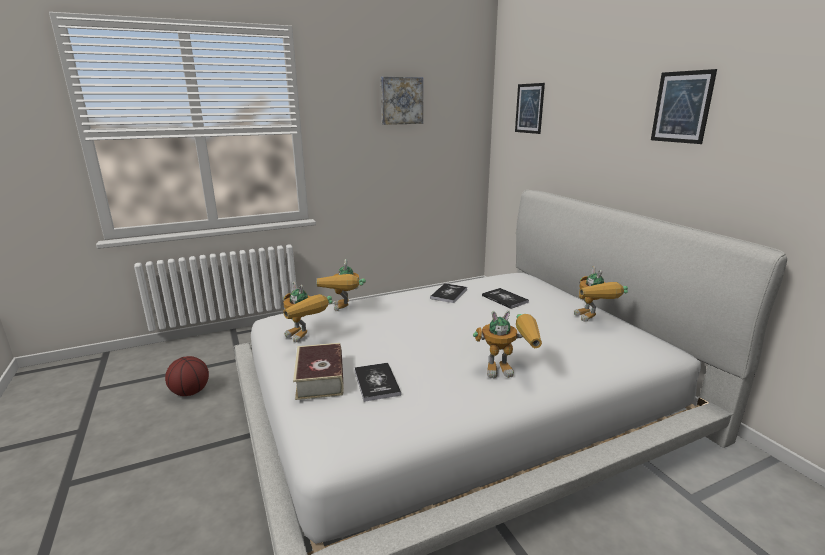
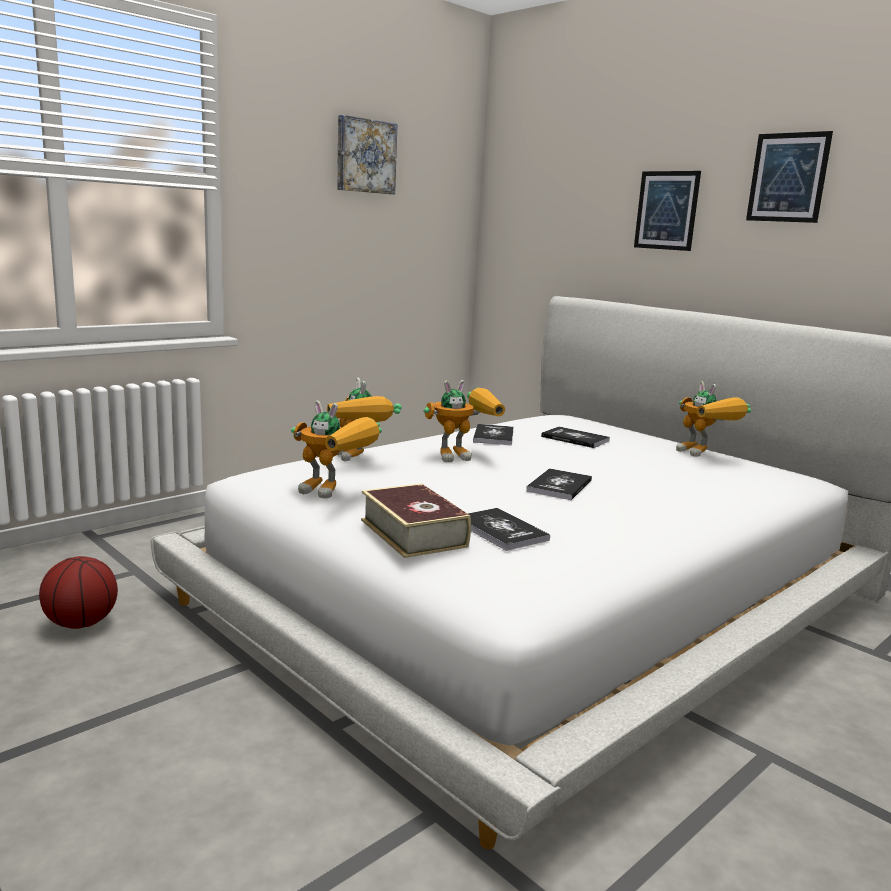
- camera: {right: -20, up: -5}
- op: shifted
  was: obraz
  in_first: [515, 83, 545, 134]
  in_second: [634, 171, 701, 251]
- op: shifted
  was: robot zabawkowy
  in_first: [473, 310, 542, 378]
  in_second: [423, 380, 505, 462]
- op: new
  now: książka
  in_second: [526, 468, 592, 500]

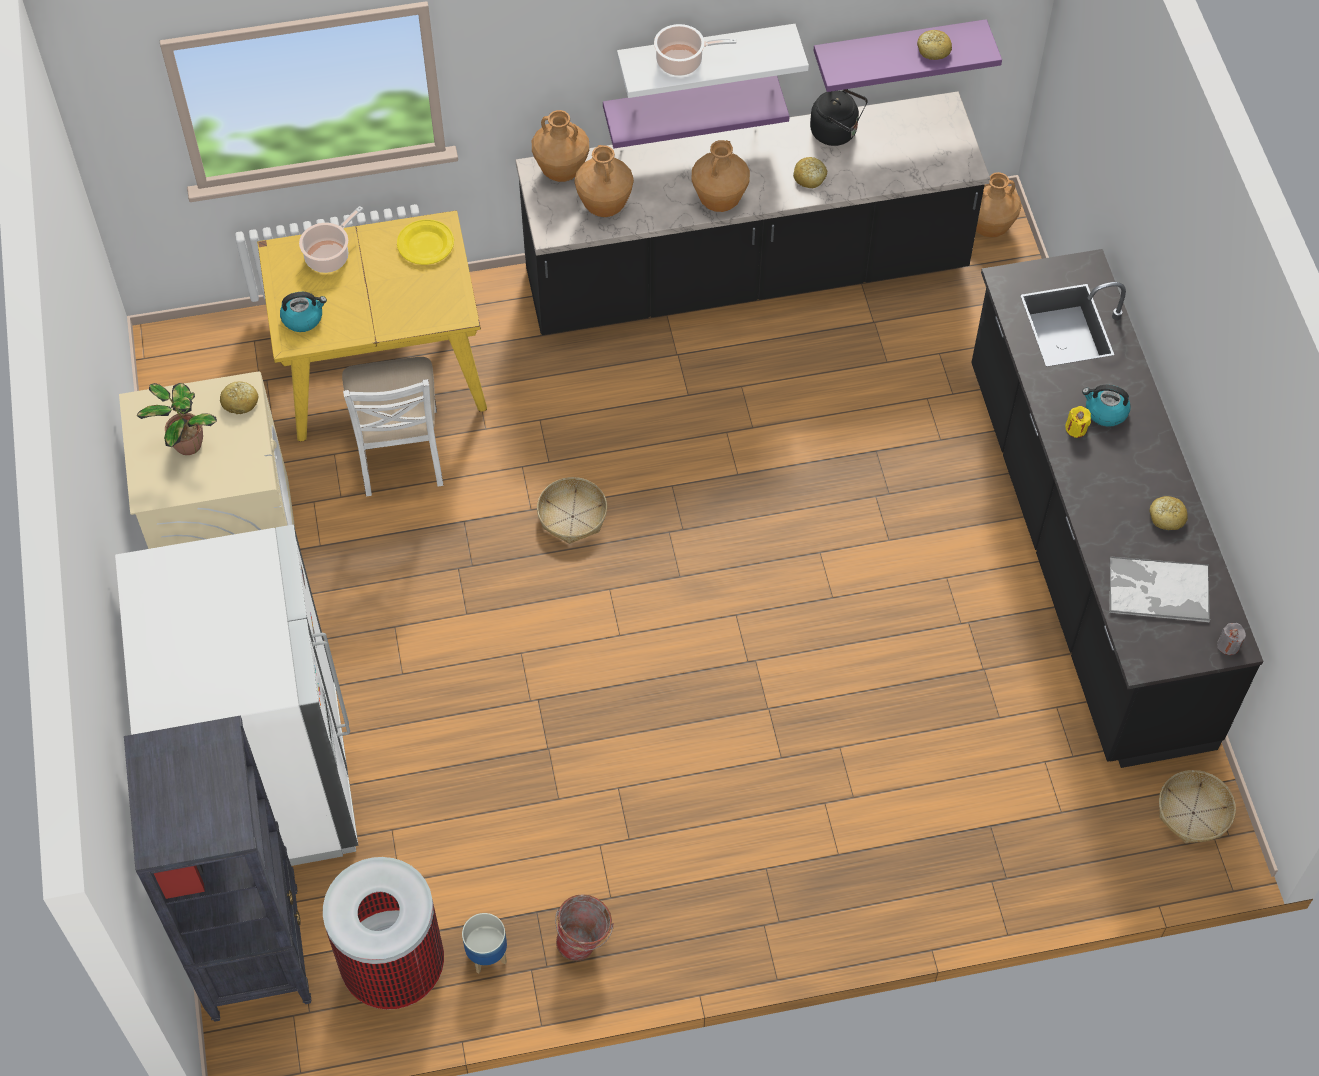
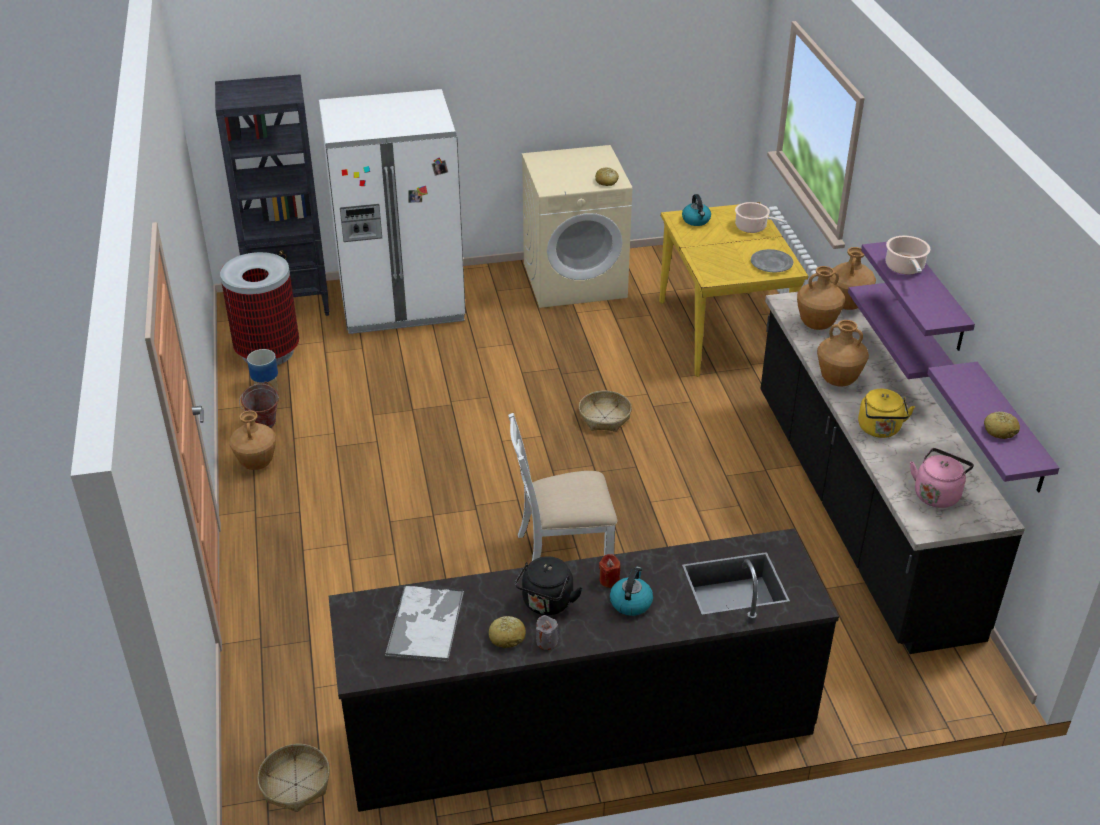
- camera: {right: 90, up: -20}
- op: repainted
  was: półka/biały
  now: półka/fioletowy
  in_first: [617, 24, 809, 98]
  in_second: [861, 242, 975, 351]
- op: shifted
  was: czajnik/czarny
  in_first: [810, 89, 868, 146]
  in_second: [515, 556, 583, 615]
- op: swapped
  was: chleb
  now: czajnik/żółty
  in_first: [793, 157, 827, 188]
  in_second: [858, 389, 915, 438]
- op: shifted
  was: wazon/brązowy
  in_first: [976, 172, 1022, 238]
  in_second: [229, 410, 276, 470]
- op: repainted
  was: talerz/żółty
  now: talerz/szary
  in_first: [397, 219, 454, 265]
  in_second: [751, 249, 793, 272]
- op: shifted
  was: krzesło/biały
  in_first: [342, 357, 443, 496]
  in_second: [508, 413, 617, 561]
- op: gone
  was: roślina doniczkowa
  in_first: [136, 383, 217, 455]
- op: repainted
  was: świeca/żółty
  now: świeca/czerwony
  in_first: [1065, 406, 1091, 438]
  in_second: [599, 554, 620, 588]
- op: shifted
  was: świeca/szary
  in_first: [1217, 623, 1246, 655]
  in_second: [536, 615, 559, 650]
- op: new
  now: czajnik/różowy
  in_second: [910, 448, 974, 508]

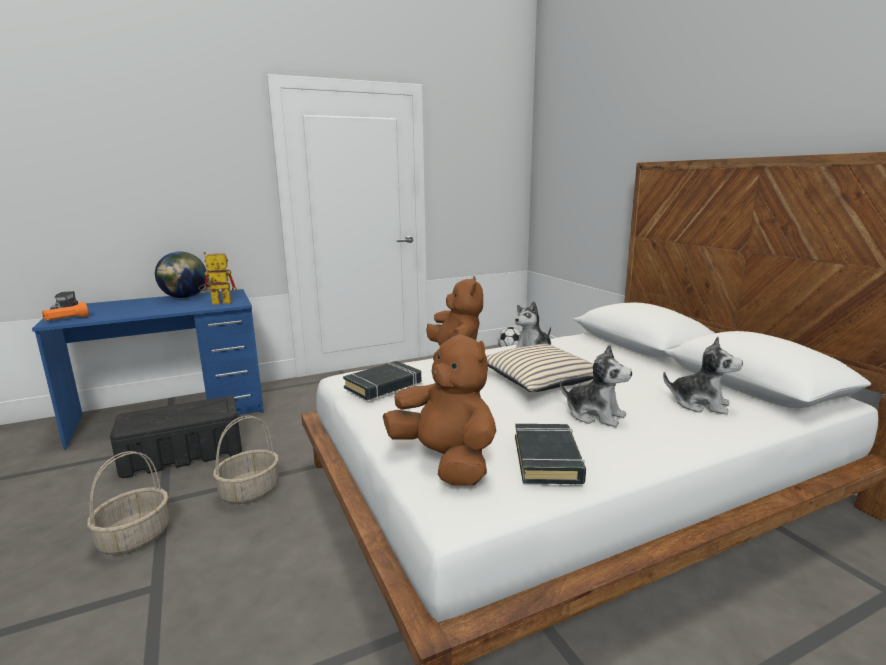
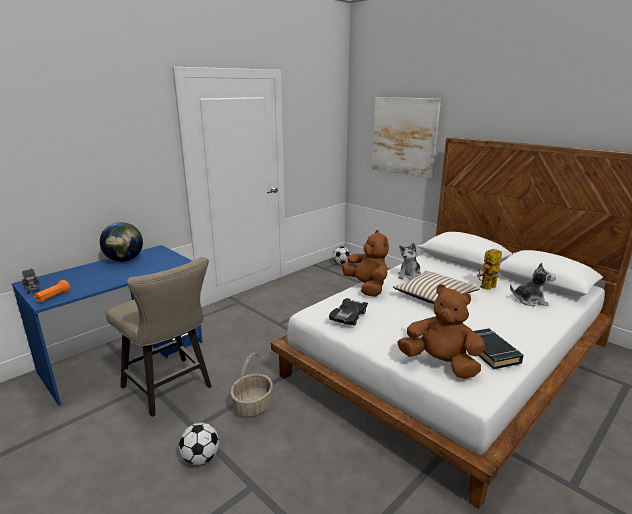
- camera: {right: -20, up: 5}
- op: shifted
  was: robot zabawkowy
  in_first: [198, 252, 237, 304]
  in_second: [477, 249, 502, 290]
- op: gone
  was: pluszak
  in_first: [560, 345, 632, 427]
- op: swapped
  was: książka/czarny
  now: samochodzik/czarny
  in_first: [343, 361, 422, 400]
  in_second: [329, 298, 368, 326]
- op: swapped
  was: pojemnik do przechowywania/czarny
  now: stołek/beżowy
  in_first: [110, 396, 242, 478]
  in_second: [106, 257, 211, 417]
- op: swapped
  was: koszyk
  now: piłka futbolowa
  in_first: [87, 451, 170, 555]
  in_second: [179, 423, 219, 465]
- op: new
  now: obraz
  in_second: [372, 97, 441, 179]

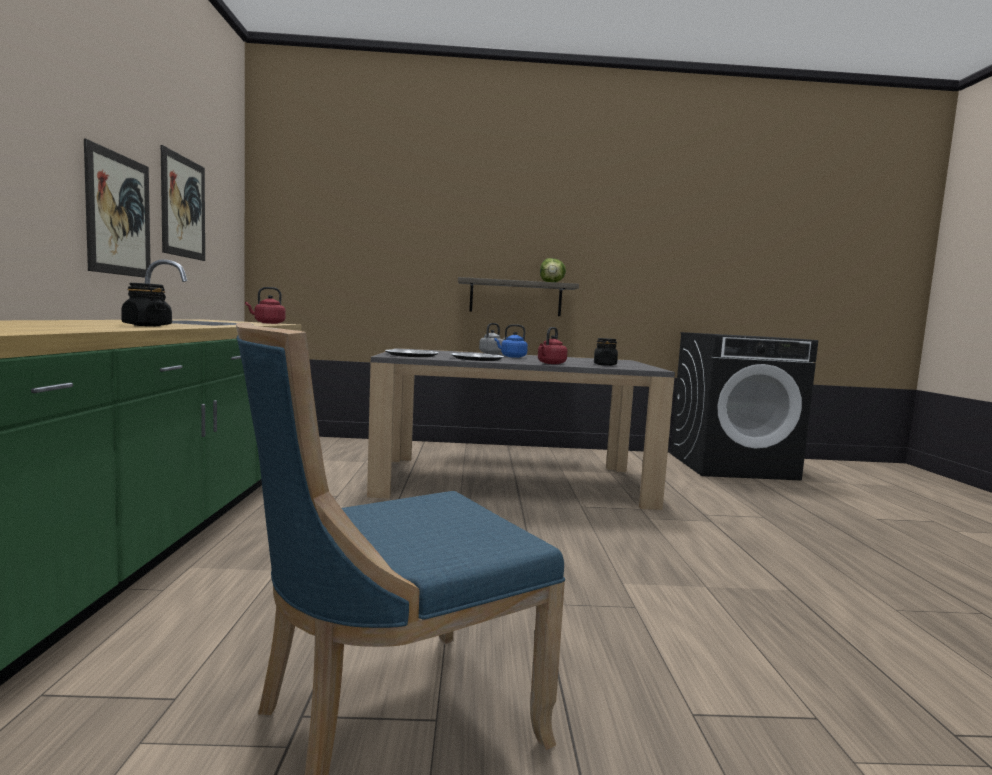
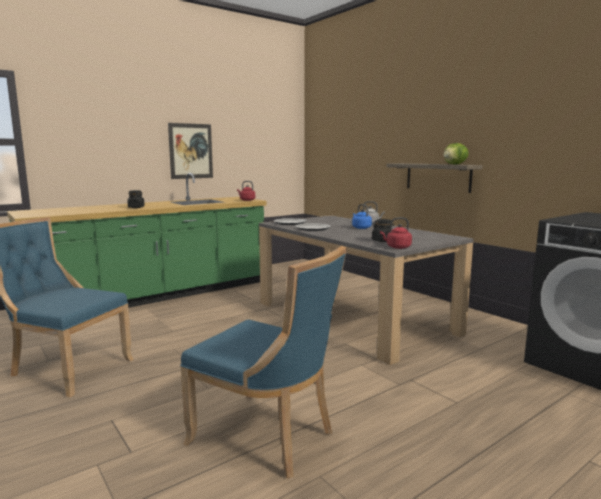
- camera: {right: 55, up: 5}
- op: gone
  was: obraz
  in_first: [161, 145, 205, 261]
- op: shifted
  was: czajnik/czerwony
  in_first: [538, 327, 567, 364]
  in_second: [380, 217, 412, 249]
- op: new
  now: krzesło/niebieski
  in_second: [180, 246, 347, 478]

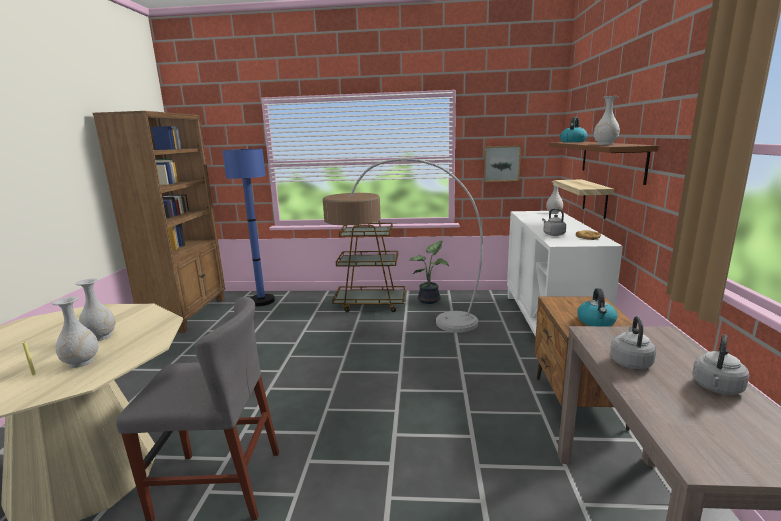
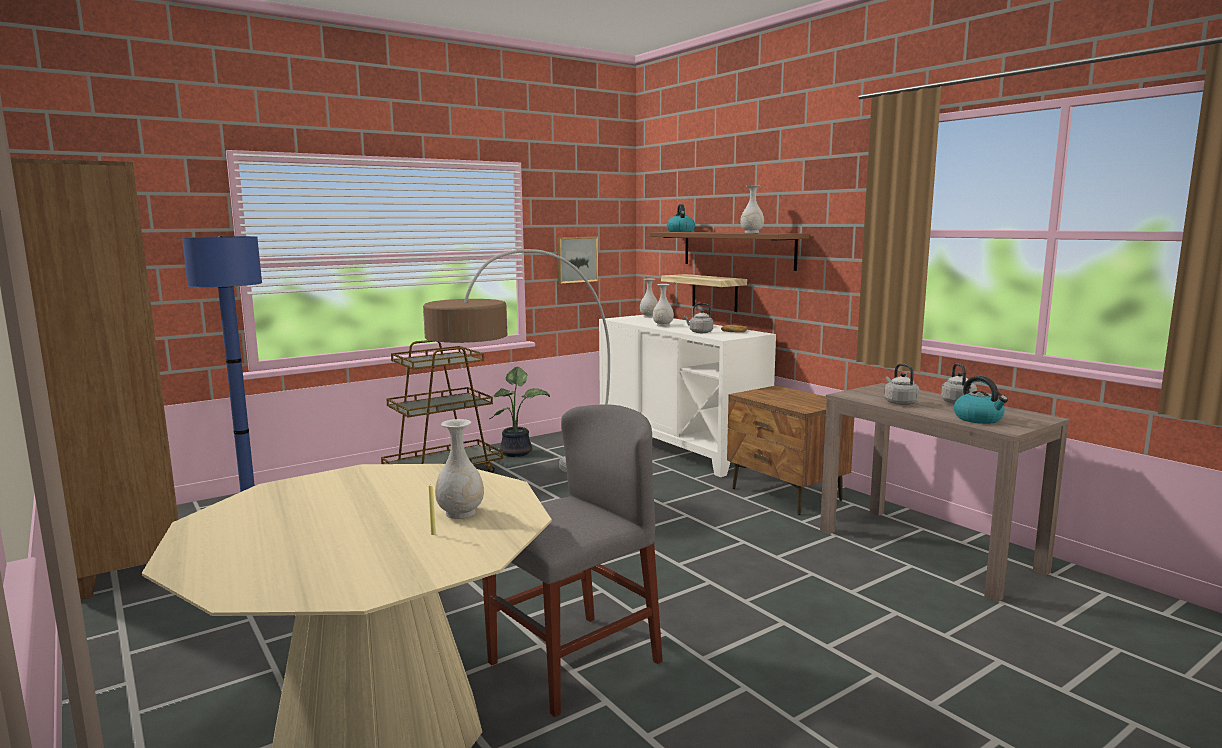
- camera: {right: -40, up: -5}
- op: shifted
  was: wazon/biały
  in_first: [75, 278, 115, 341]
  in_second: [653, 284, 674, 327]
- op: shifted
  was: czajnik
  in_first: [577, 288, 618, 326]
  in_second: [954, 376, 1008, 424]

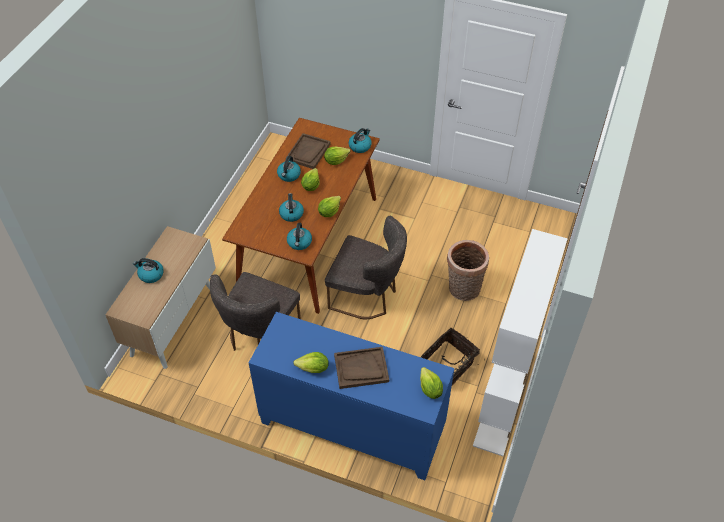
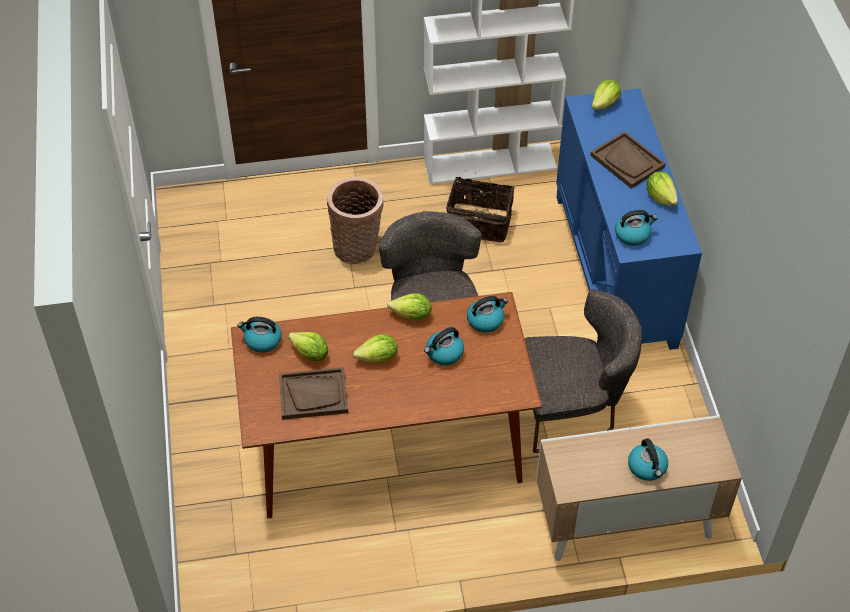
- camera: {right: -120, up: 0}
- op: shifted
  was: czajnik
  in_first: [277, 156, 301, 182]
  in_second: [615, 210, 657, 246]

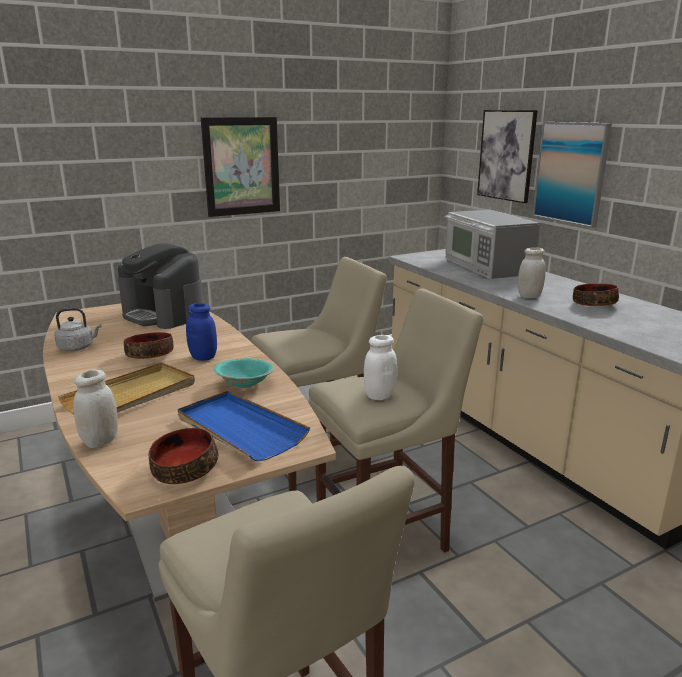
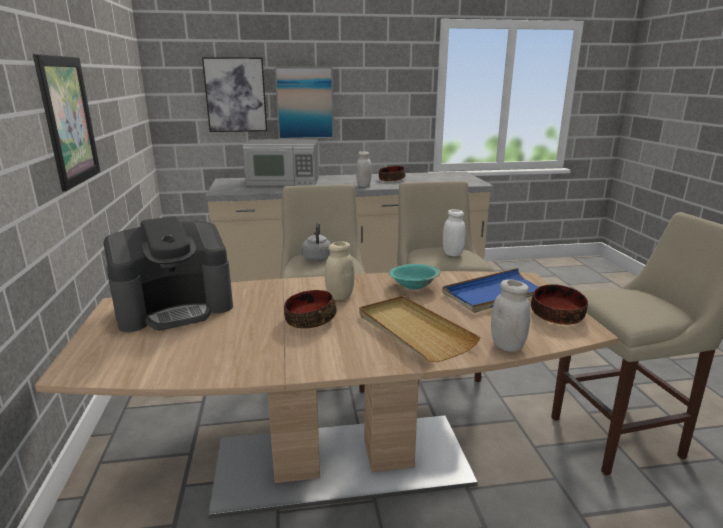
- camera: {right: -70, up: 0}
- op: repainted
  was: słoik/niebieski
  now: słoik/beżowy
  in_first: [186, 303, 217, 361]
  in_second: [325, 242, 354, 300]
- op: shifted
  was: czajnik/szary
  in_first: [54, 308, 102, 351]
  in_second: [302, 222, 331, 261]

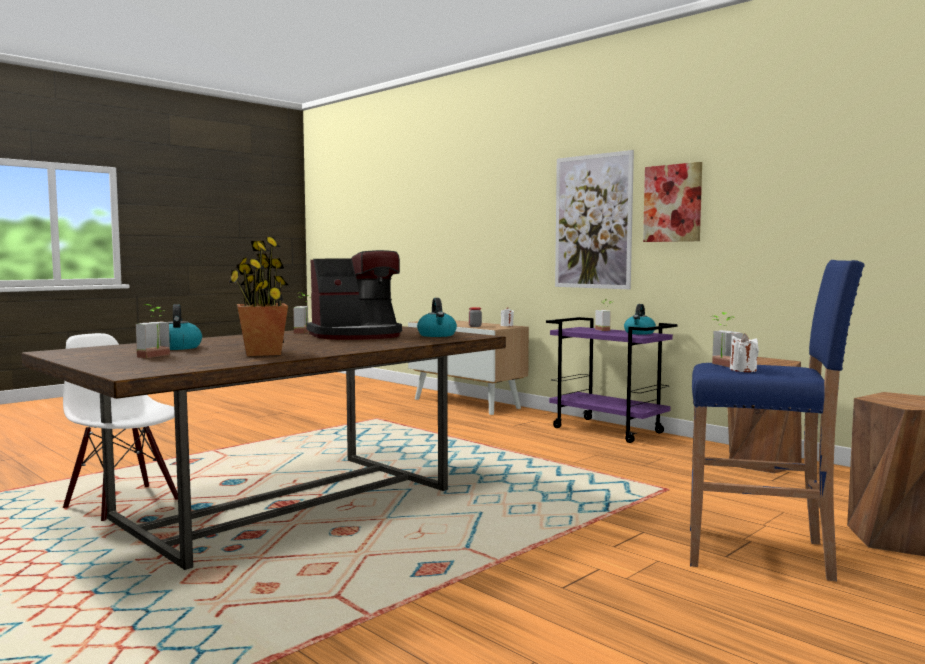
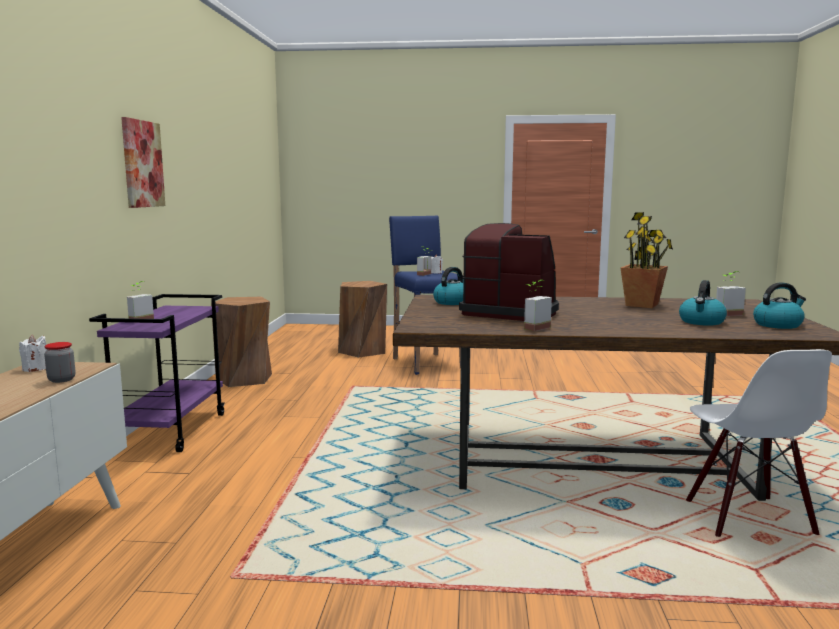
- camera: {right: -130, up: 5}
- op: gone
  was: obraz
  in_first: [555, 150, 634, 289]
- op: shifted
  was: czajnik
  in_first: [624, 304, 656, 335]
  in_second: [753, 282, 806, 329]

